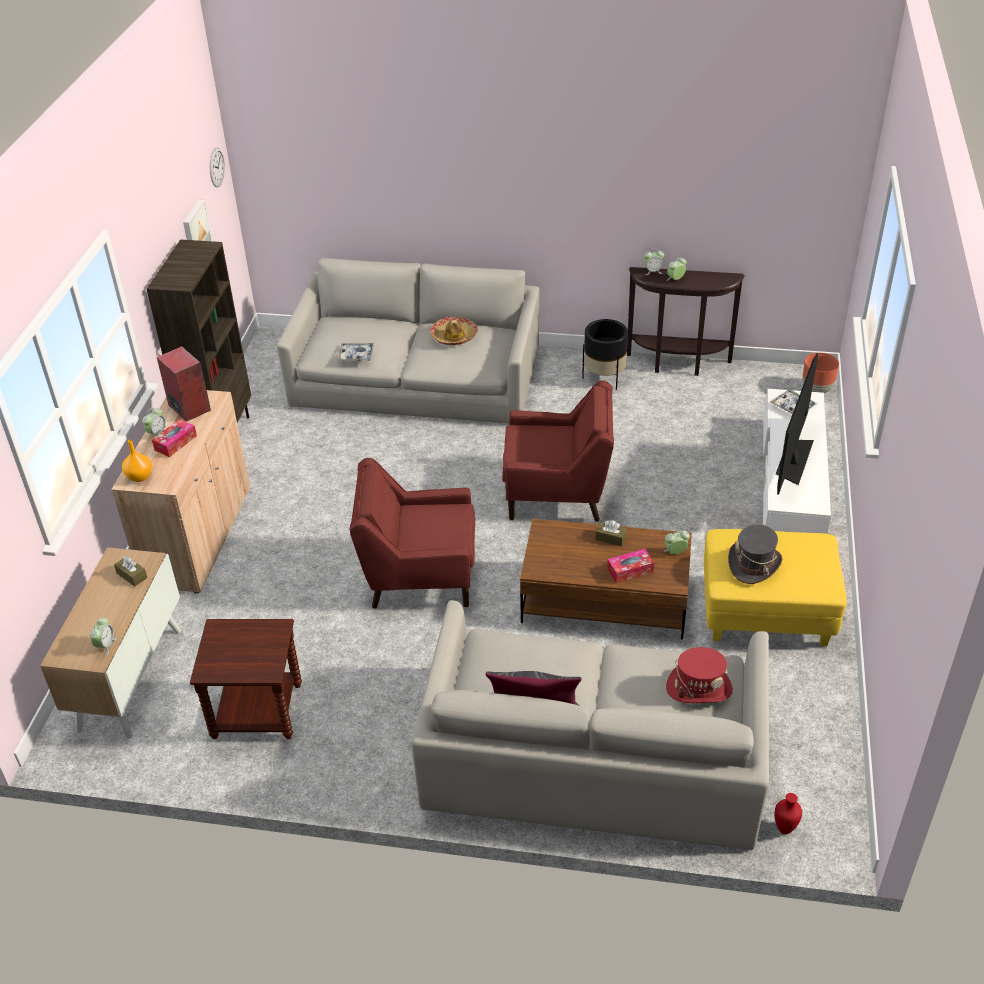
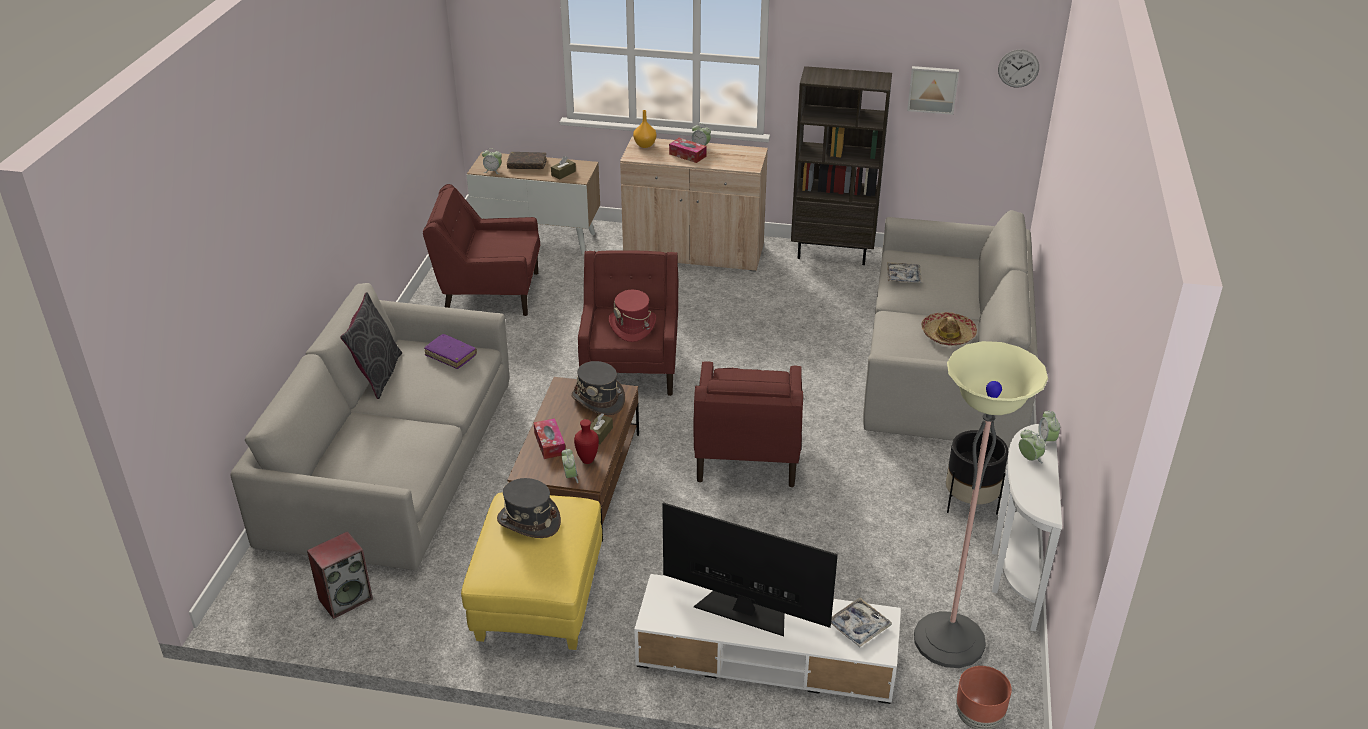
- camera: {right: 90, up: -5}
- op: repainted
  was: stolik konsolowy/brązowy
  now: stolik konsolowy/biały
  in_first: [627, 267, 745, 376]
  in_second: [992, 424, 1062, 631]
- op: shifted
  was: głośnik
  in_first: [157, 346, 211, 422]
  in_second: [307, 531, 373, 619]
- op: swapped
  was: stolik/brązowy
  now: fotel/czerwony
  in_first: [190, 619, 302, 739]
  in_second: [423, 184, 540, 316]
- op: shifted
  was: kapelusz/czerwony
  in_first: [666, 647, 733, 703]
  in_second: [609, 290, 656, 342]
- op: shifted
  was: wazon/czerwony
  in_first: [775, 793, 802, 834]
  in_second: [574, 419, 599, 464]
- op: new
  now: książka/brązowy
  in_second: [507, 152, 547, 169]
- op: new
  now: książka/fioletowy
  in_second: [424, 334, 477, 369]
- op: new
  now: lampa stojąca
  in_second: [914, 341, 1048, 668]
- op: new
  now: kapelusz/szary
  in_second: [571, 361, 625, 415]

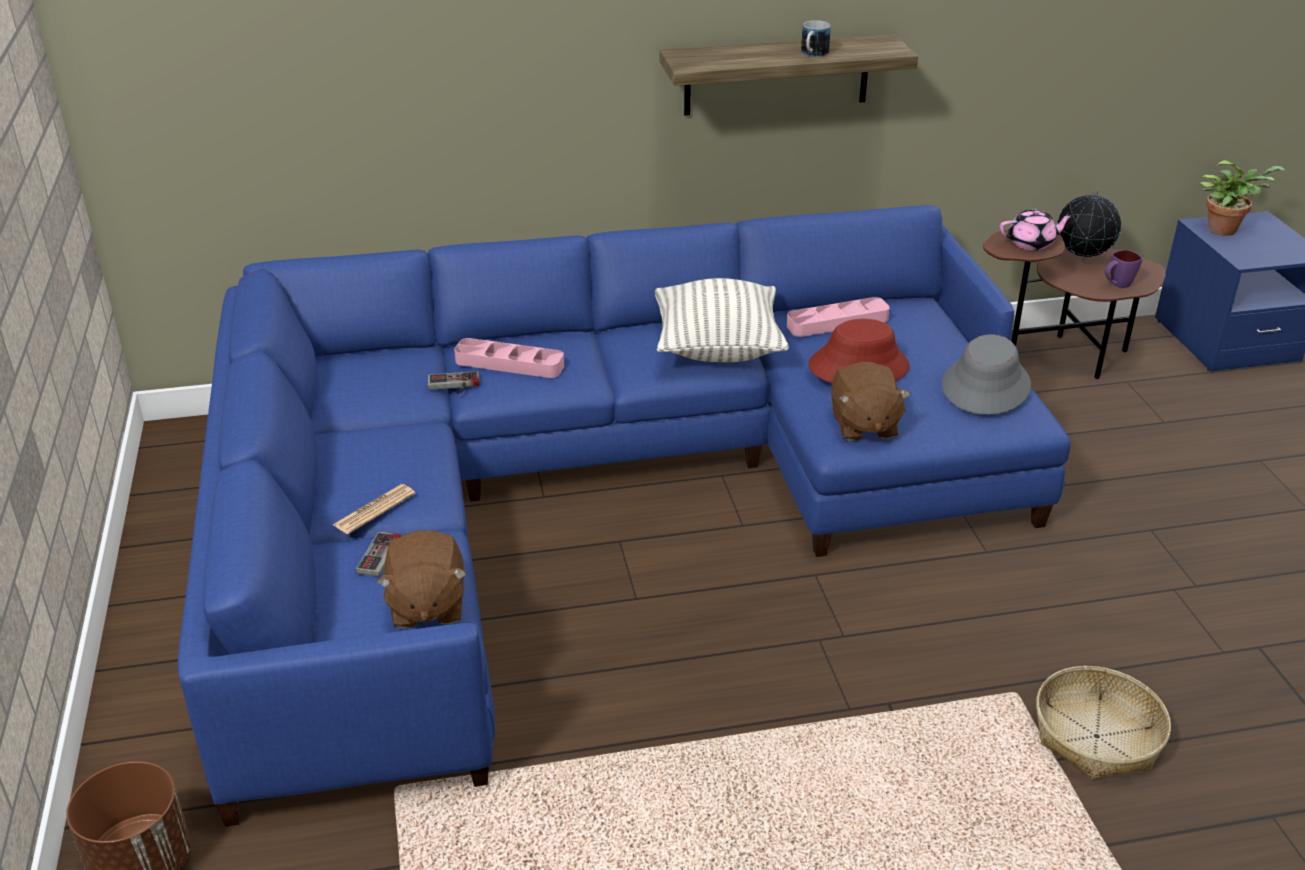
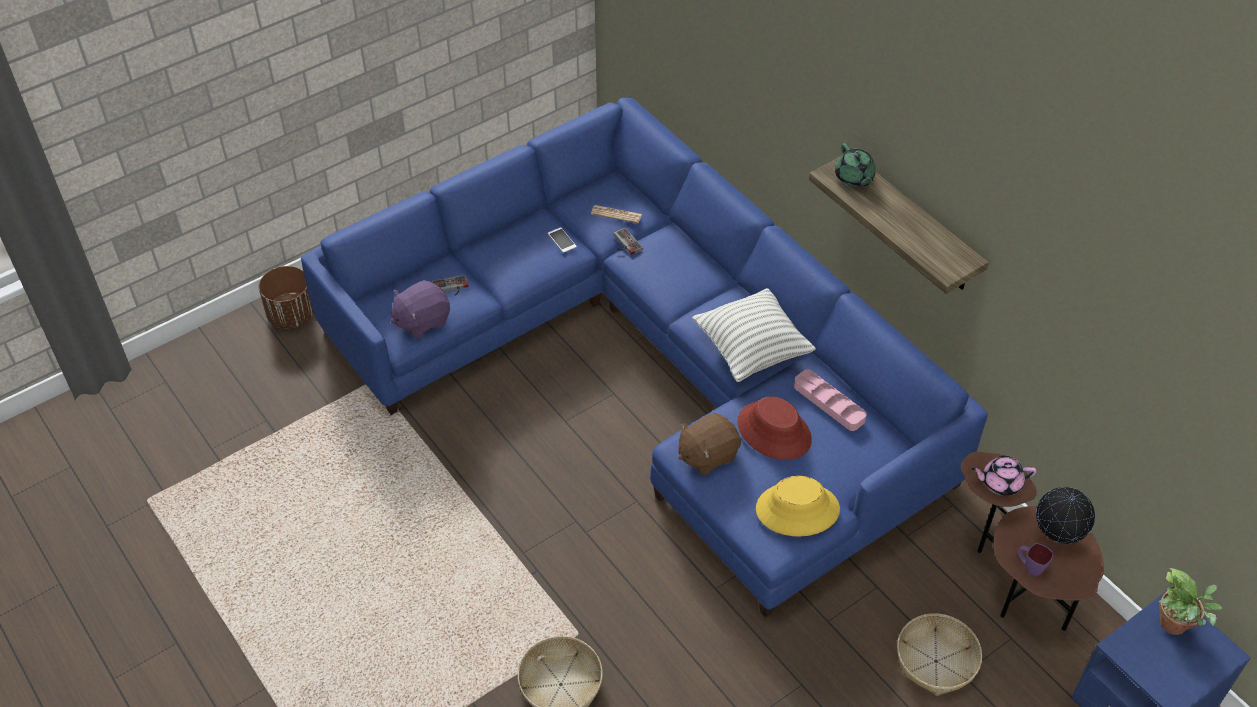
- camera: {right: 65, up: 15}
- op: gone
  was: kubek
  in_first: [801, 20, 831, 58]
- op: rotated
  was: imbryk/różowy
  in_first: [1000, 209, 1074, 250]
  in_second: [972, 456, 1037, 496]
  clockwise: 120
- op: repainted
  was: kapelusz/szary
  now: kapelusz/żółty
  in_first: [942, 334, 1031, 415]
  in_second: [756, 476, 840, 537]
- op: gone
  was: taca/różowy
  in_first: [454, 338, 564, 378]
- op: shifted
  was: gazeta
  in_first: [333, 484, 416, 534]
  in_second: [591, 205, 642, 223]
- op: repainted
  was: pluszak/brązowy
  now: pluszak/fioletowy
  in_first: [377, 530, 467, 629]
  in_second: [391, 280, 450, 338]
- op: new
  now: imbryk/zielony
  in_second: [835, 143, 876, 187]
- op: new
  now: telefon
  in_second: [548, 227, 577, 253]
- op: new
  now: koszyk
  in_second: [897, 613, 982, 696]

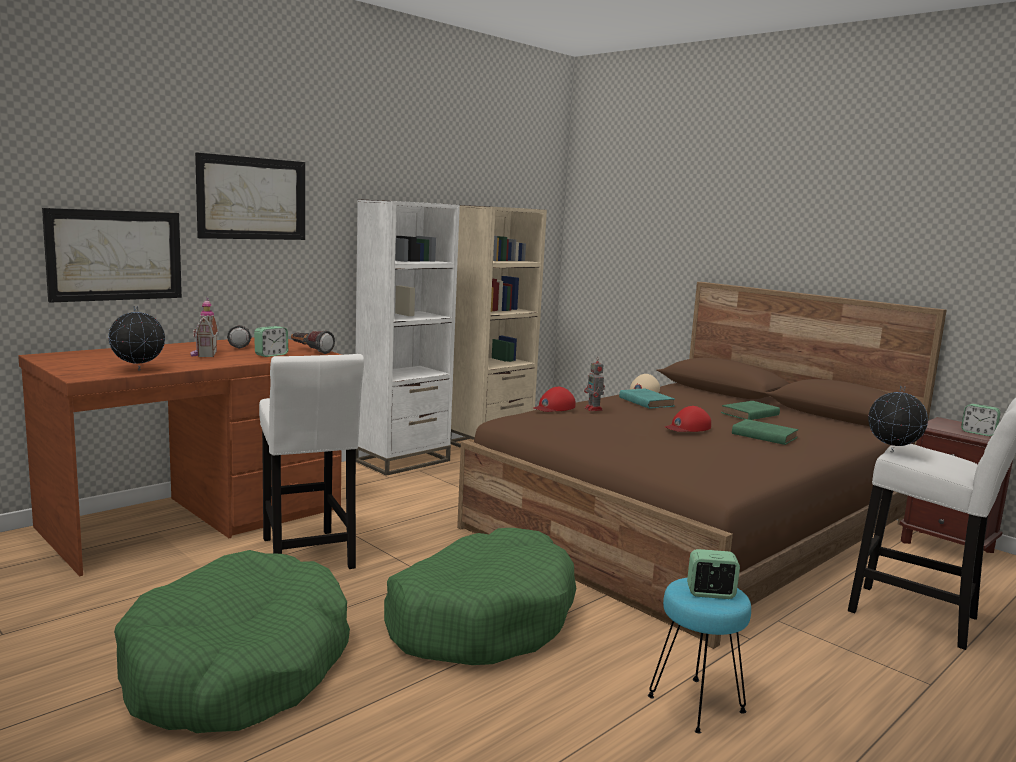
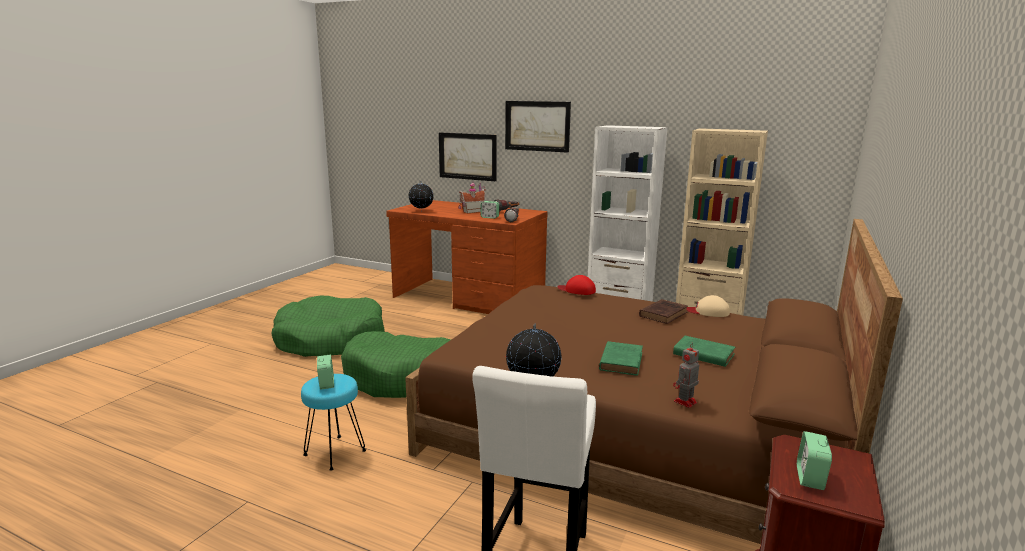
- camera: {right: 70, up: 5}
- op: gone
  was: stołek/biały
  in_first: [259, 354, 364, 569]
- op: shifted
  was: robot zabawkowy
  in_first: [584, 358, 605, 411]
  in_second: [673, 343, 699, 408]
- op: repainted
  was: książka/turkusowy
  now: książka/brązowy
  in_first: [619, 389, 675, 409]
  in_second: [639, 299, 688, 324]
- op: gone
  was: czapka z daszkiem/czerwony
  in_first: [665, 406, 711, 432]

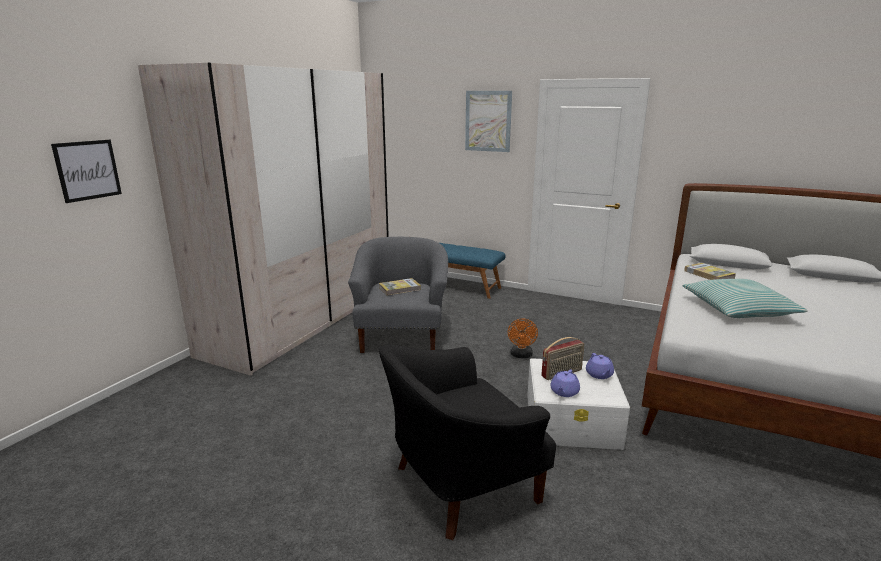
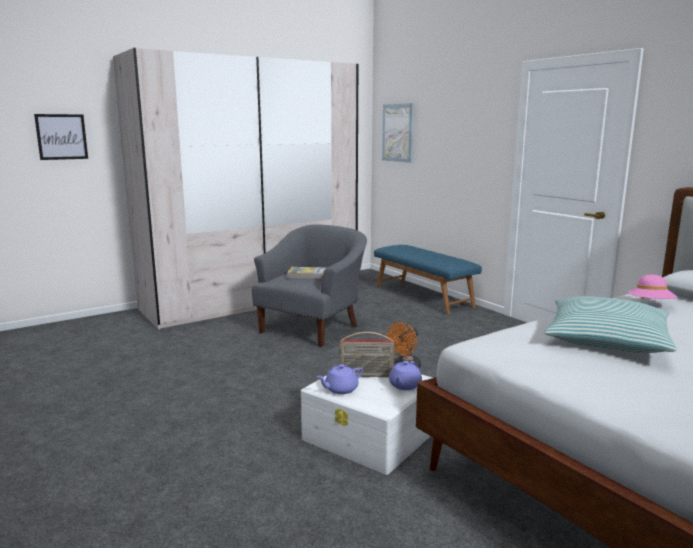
- camera: {right: 30, up: -5}
- op: shifted
  was: obraz
  in_first: [465, 91, 512, 152]
  in_second: [382, 103, 414, 163]
- op: swapped
  was: książka
  now: kapelusz/różowy
  in_first: [684, 263, 736, 280]
  in_second: [628, 275, 677, 299]
- op: gone
  was: fotel/czarny
  in_first: [378, 344, 556, 540]

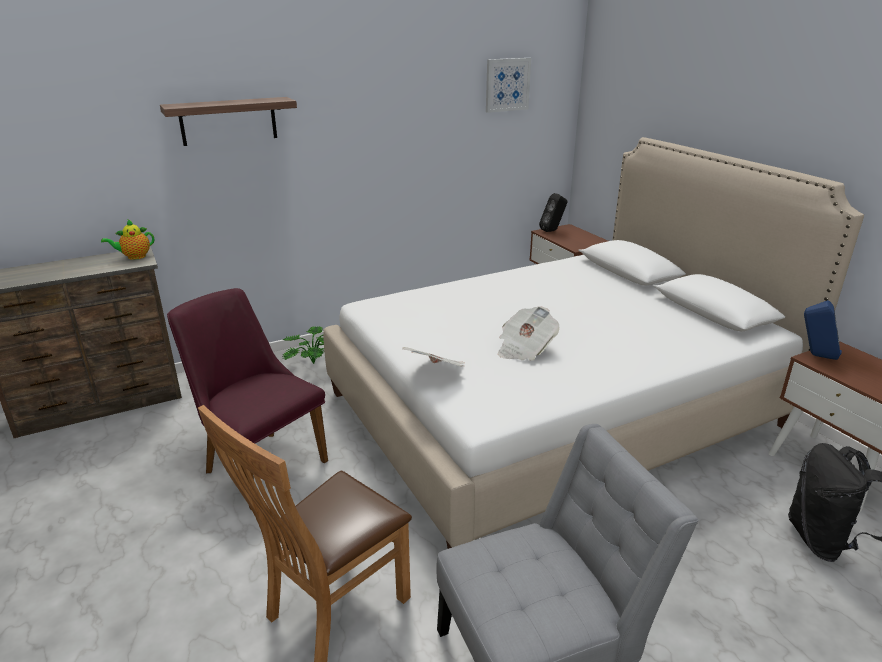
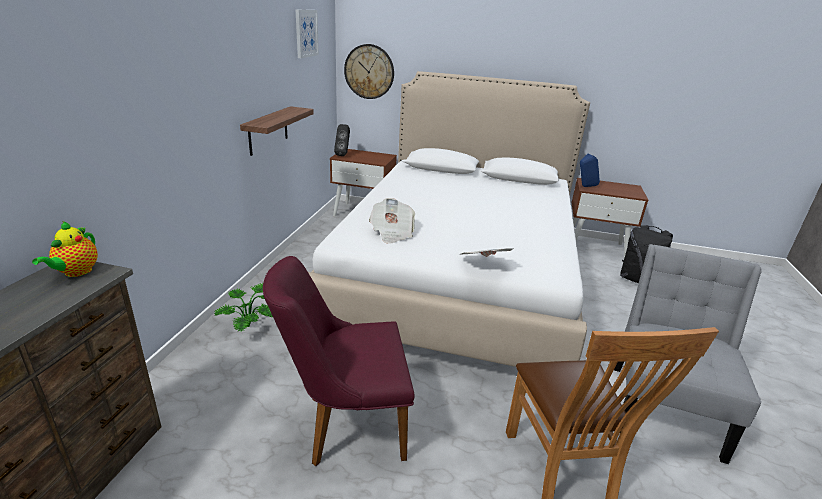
- camera: {right: -50, up: 0}
- op: shifted
  was: półka
  in_first: [160, 97, 297, 146]
  in_second: [240, 106, 314, 156]
- op: shifted
  was: gazeta
  in_first: [498, 306, 559, 361]
  in_second: [369, 198, 415, 244]
- op: new
  now: zegar ścienny
  in_second: [344, 44, 394, 99]

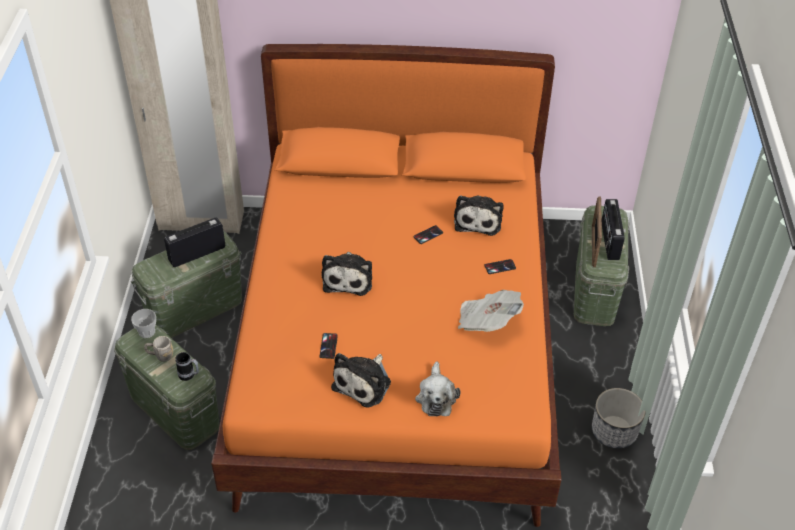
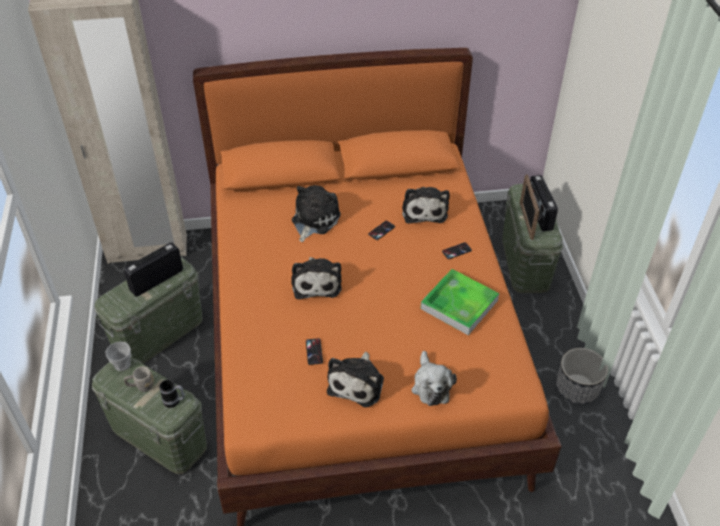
- camera: {right: -10, up: 0}
- op: swapped
  was: gazeta
  now: taca
  in_first: [458, 290, 524, 332]
  in_second: [421, 269, 499, 335]
- op: new
  now: pluszak
  in_second: [292, 185, 341, 242]

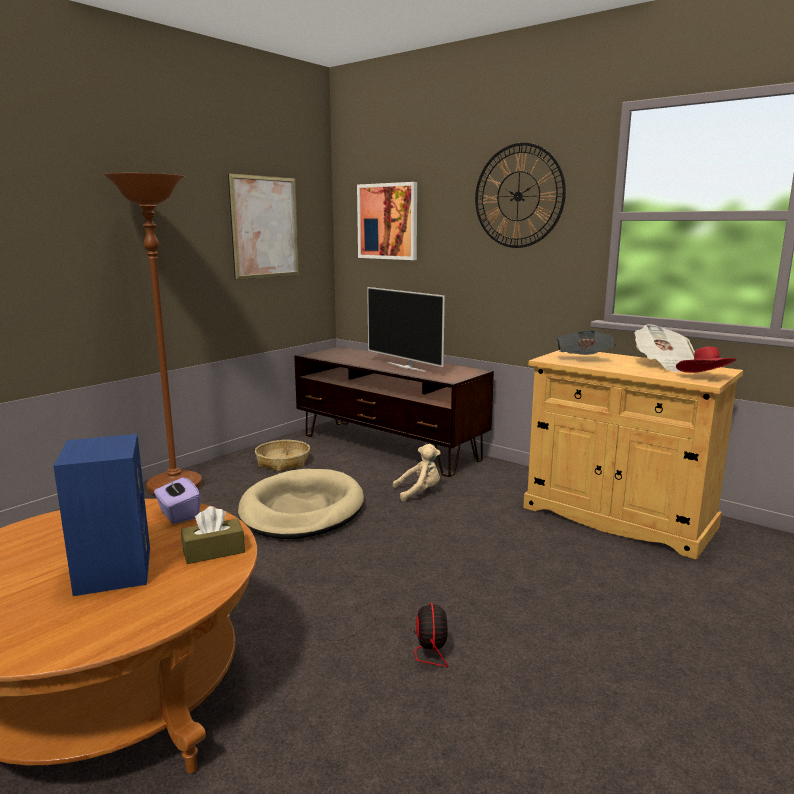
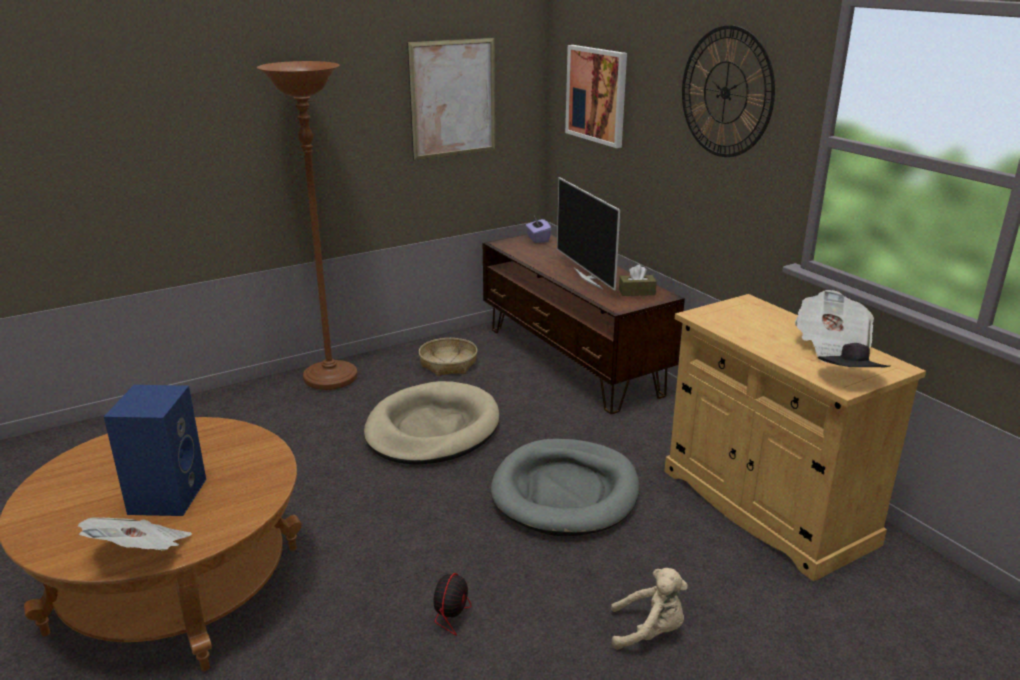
- camera: {right: 20, up: 10}
- op: shifted
  was: gazeta
  in_first: [555, 330, 616, 355]
  in_second: [78, 517, 192, 550]
- op: repainted
  was: kapelusz/czerwony
  now: kapelusz/czarny
  in_first: [676, 347, 736, 373]
  in_second: [818, 343, 890, 367]
- op: shifted
  was: pluszak/beżowy
  in_first: [393, 444, 440, 502]
  in_second: [611, 568, 688, 650]
- op: shifted
  was: pudełko chusteczek/fioletowy
  in_first: [154, 478, 201, 524]
  in_second: [526, 216, 551, 243]
- op: shifted
  was: pudełko chusteczek/brązowy
  in_first: [181, 506, 245, 564]
  in_second: [619, 265, 657, 296]
- op: new
  now: legowisko/szary
  in_second: [491, 439, 639, 536]

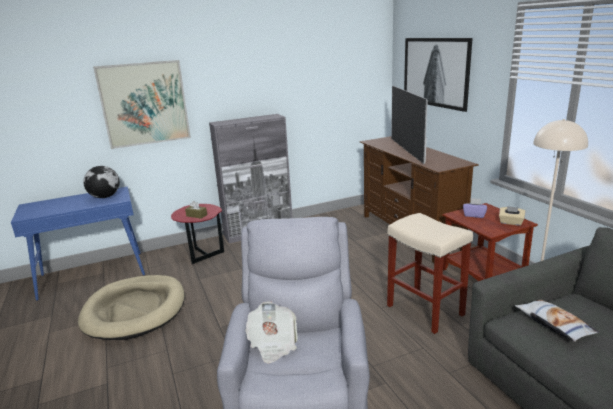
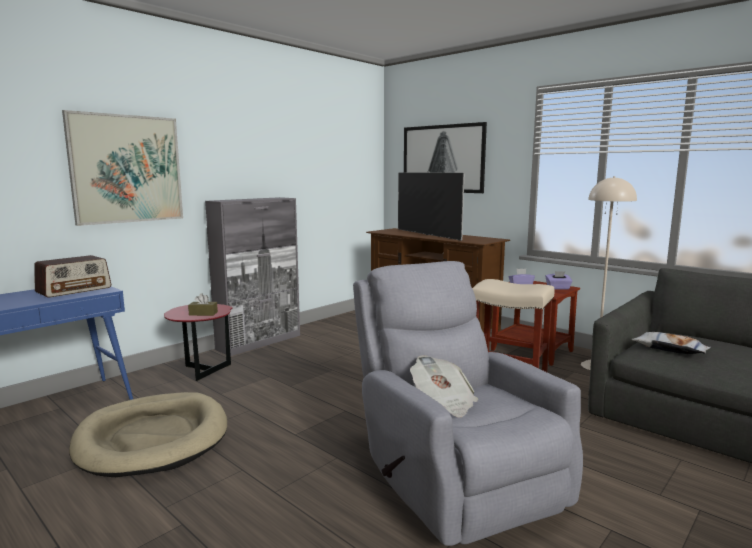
- camera: {right: -25, up: -10}
- op: swapped
  was: globus
  now: radio
  in_first: [83, 166, 120, 198]
  in_second: [34, 255, 111, 298]
- op: repainted
  was: pudełko chusteczek/beżowy
  now: pudełko chusteczek/fioletowy
  in_first: [499, 206, 525, 226]
  in_second: [545, 271, 572, 290]

